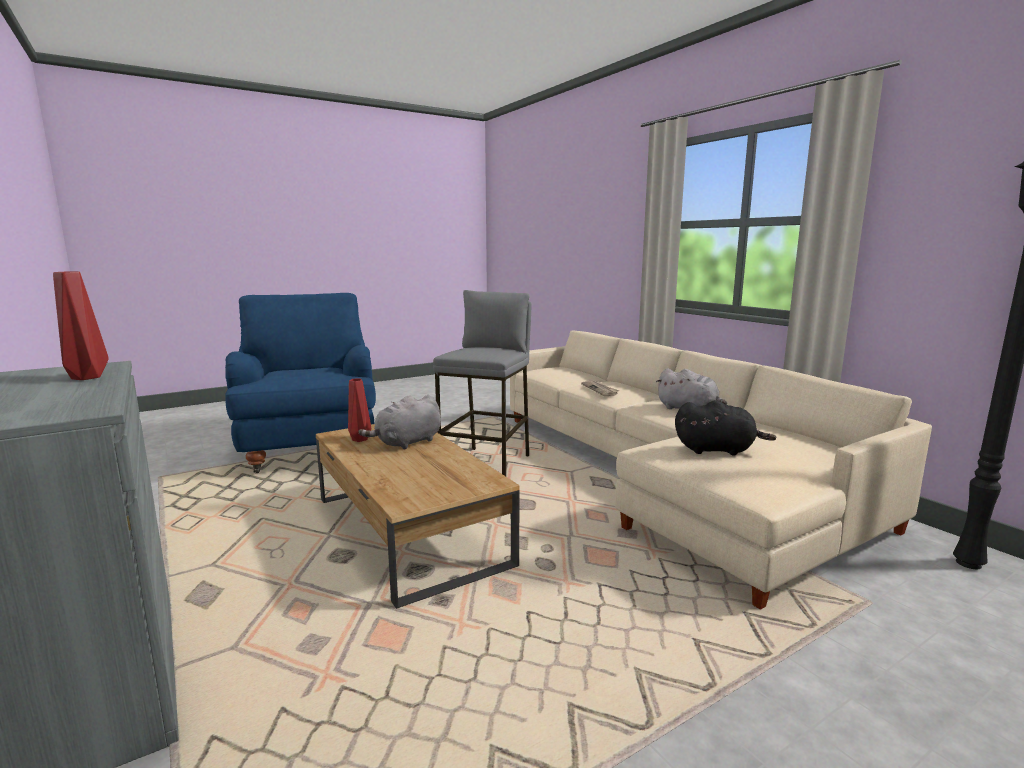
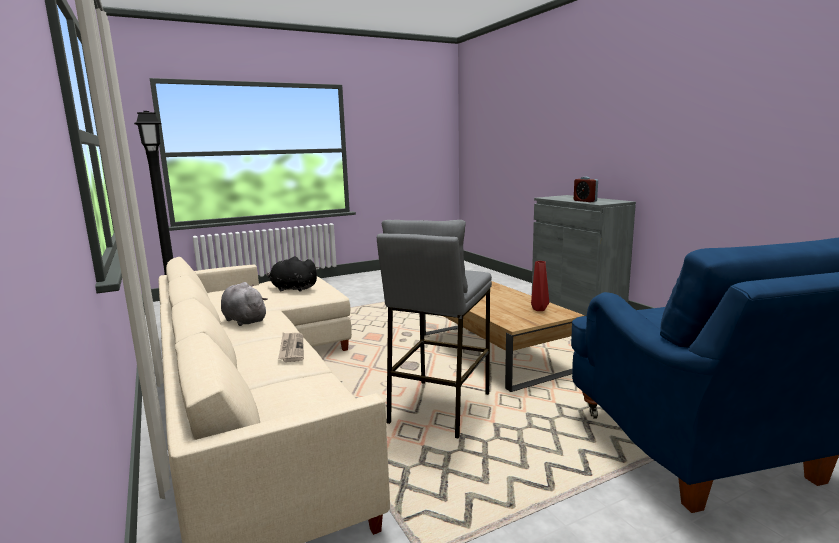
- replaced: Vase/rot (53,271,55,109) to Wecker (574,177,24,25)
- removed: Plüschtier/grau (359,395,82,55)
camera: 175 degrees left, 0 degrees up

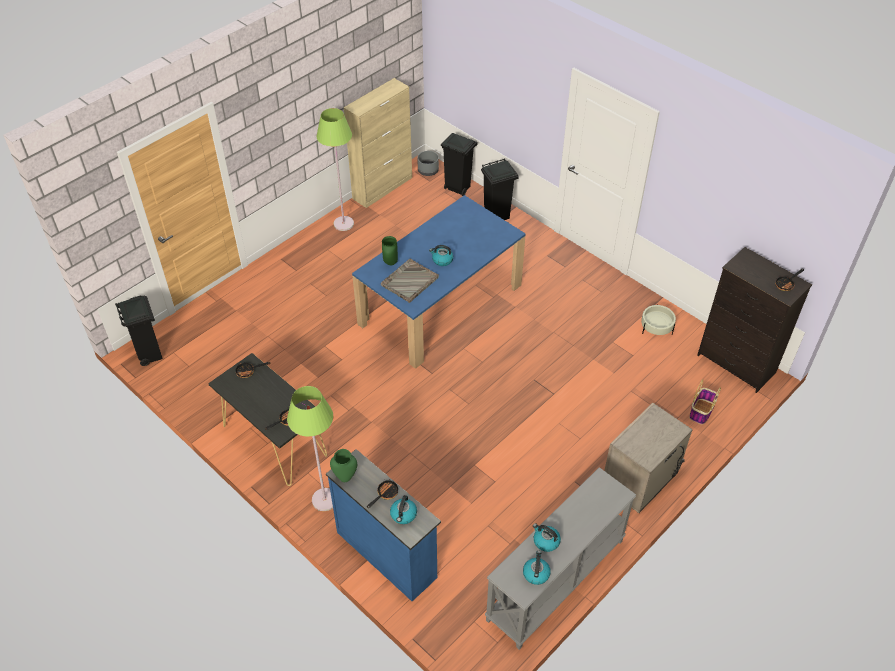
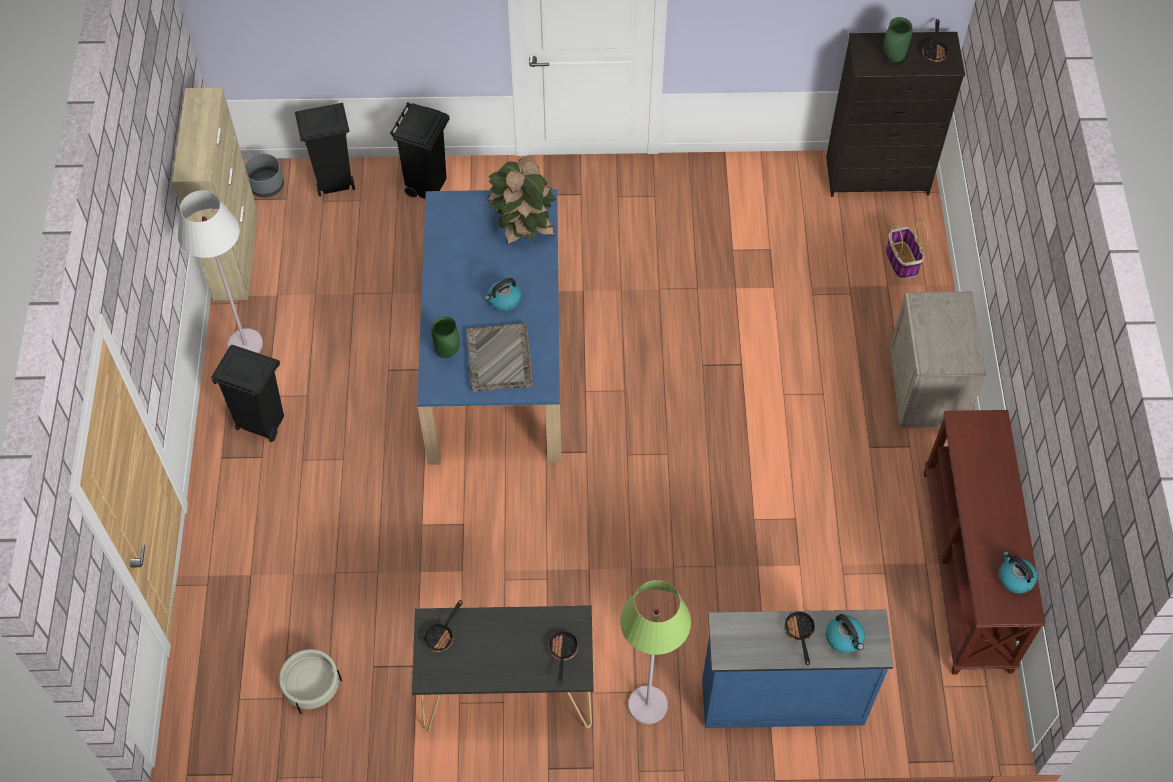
- recoloured: Stehlampe/grün (317,108,37,123) to Stehlampe/weiß (178,190,85,163)
- moved: Mülleimer/schwarz (115,295,47,71) to (211,345,73,97)
- moved: Pflanzkübel/beige (641,304,35,31) to (279,649,63,65)
- added: Topfpflanze (486,157,71,88)
- moved: Vase/grün (330,449,27,33) to (884,17,29,46)
- recoloured: Konsolentisch/grau (485,467,151,183) to Konsolentisch/braun (924,410,122,265)
- removed: Wasserkessel (533,524,28,28)
camera: 45 degrees left, 10 degrees up

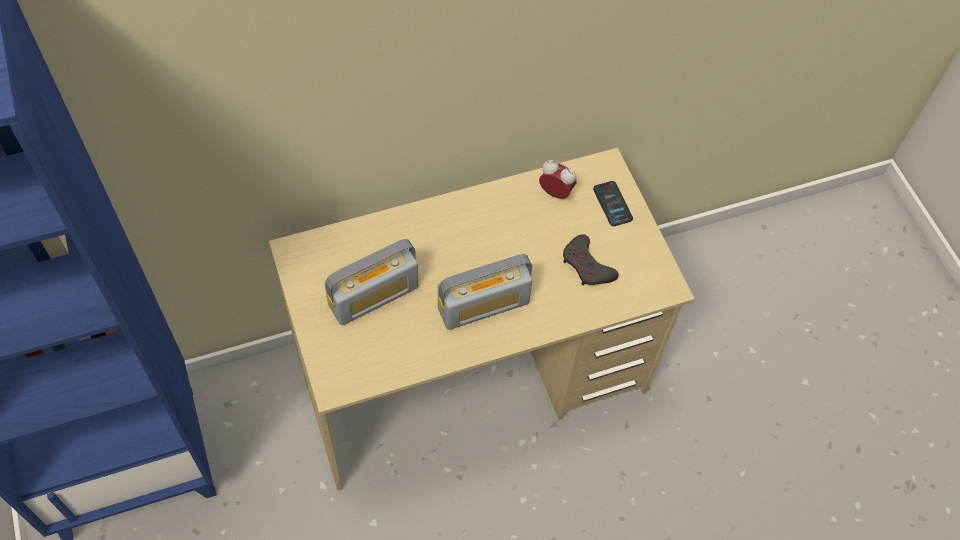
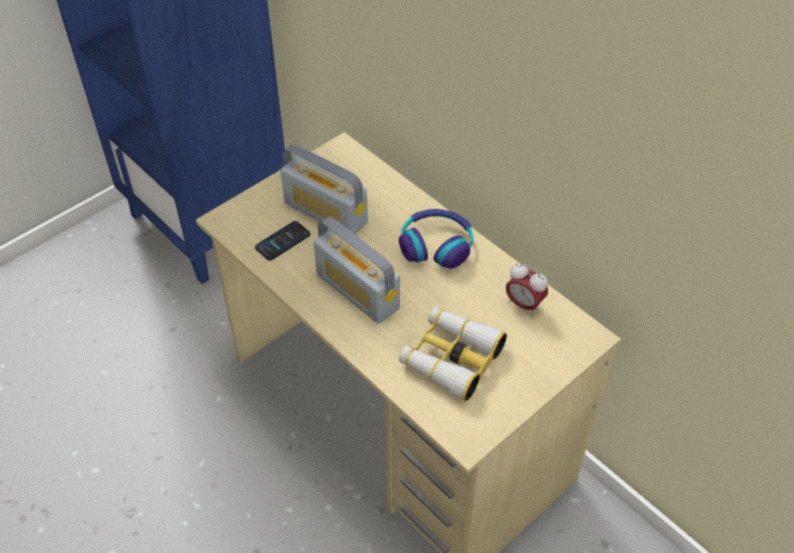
- moved: Handy (593,181,40,45) to (255,221,55,40)
- added: Kopfhörer (399,209,74,60)
- replaced: Gamepad/grau (563,234,56,51) to Fernglas (399,307,108,94)
- turned: Wecker (539,160,38,39) = (506,264,42,51) 120 degrees clockwise
camera: 70 degrees right, 10 degrees down

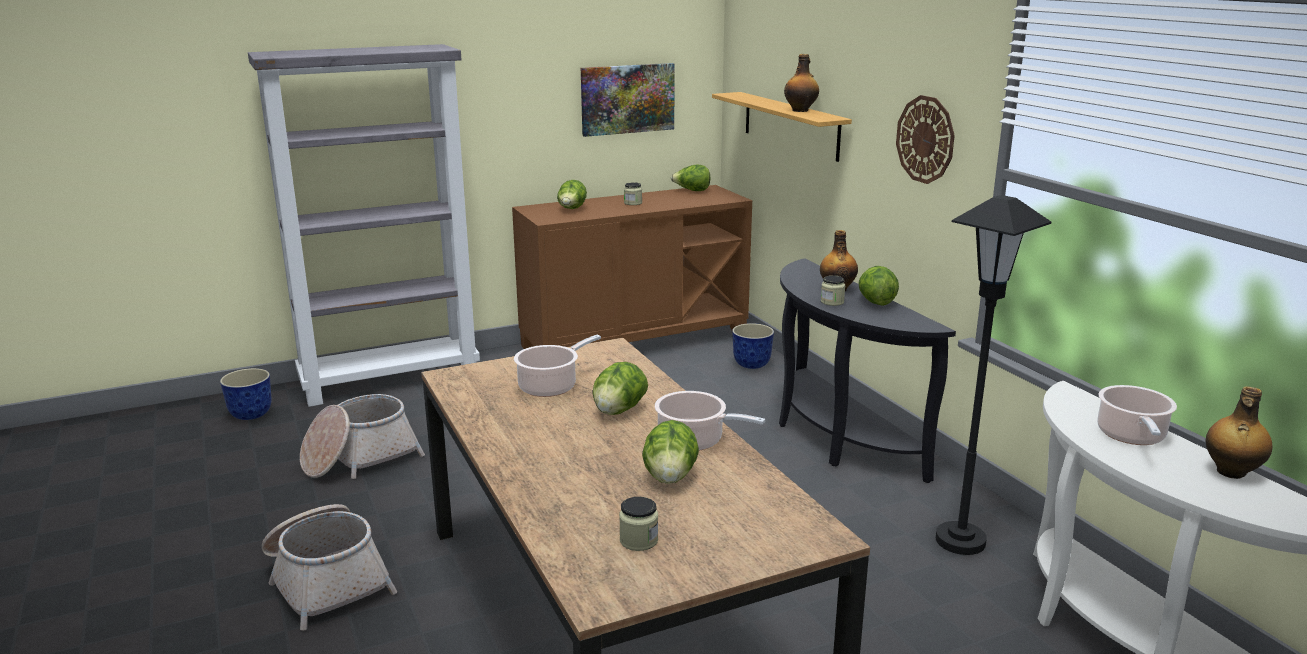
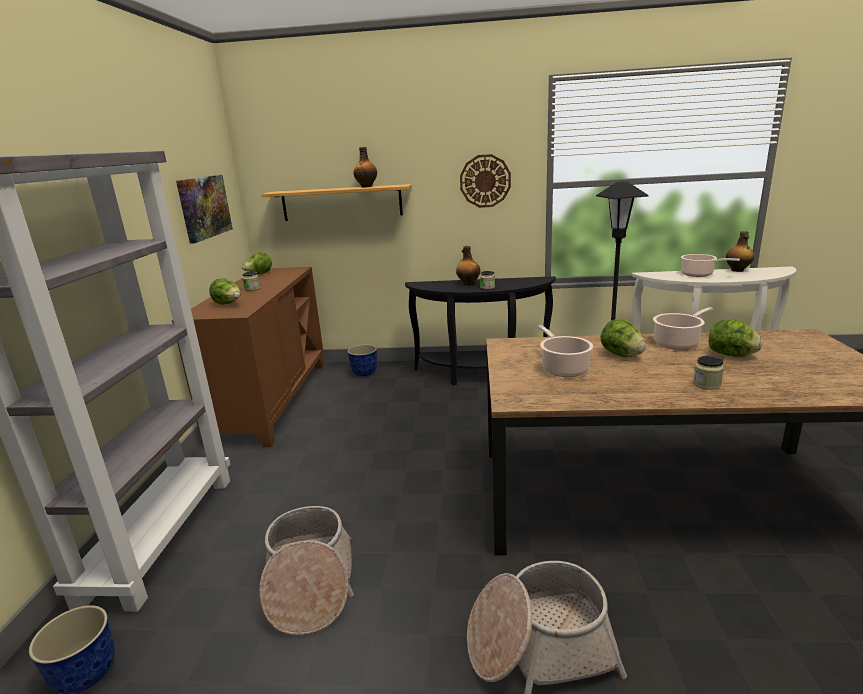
- moved: Vorratsglas (619,497,39,54) to (693,356,31,34)
- removed: Salatkopf (858,266,41,40)
camera: 60 degrees left, 0 degrees up

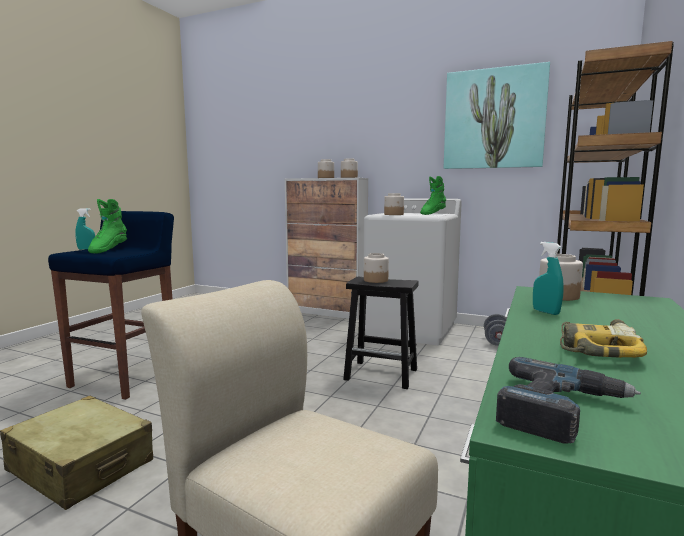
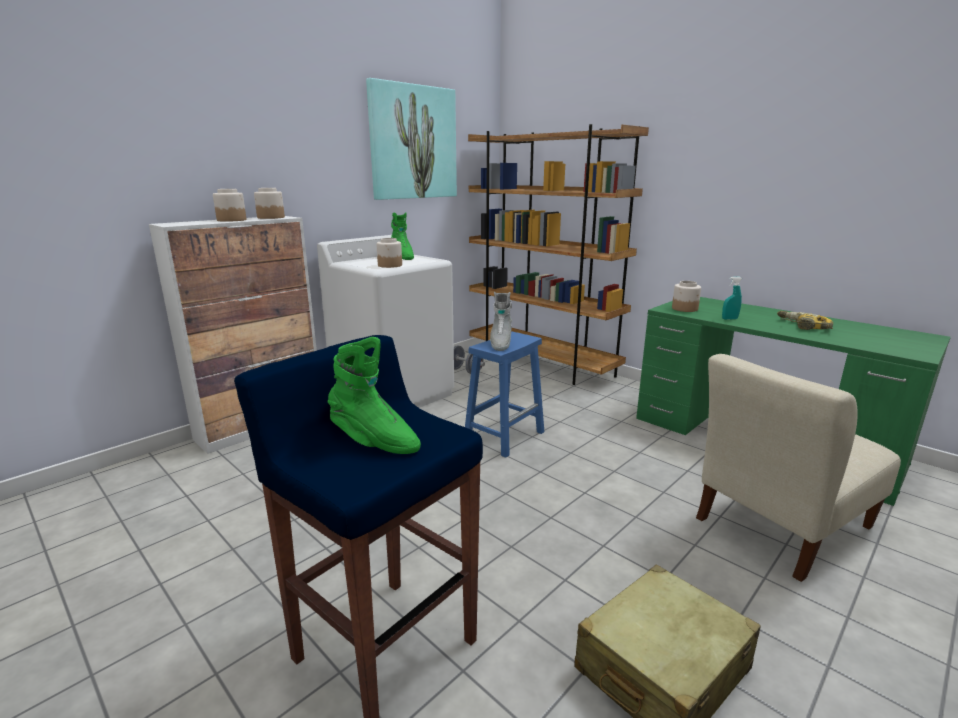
- recoloured: Hocker/schwarz (343,277,76,112) to Hocker/blau (465,331,79,127)
- replaced: Vorratsglas (364,253,25,30) to Stiefel/grau (490,291,22,60)
- removed: Sprühflasche/türkis (75,208,20,42)
- removed: Bohrmaschine (496,357,145,87)
camera: 70 degrees left, 10 degrees up

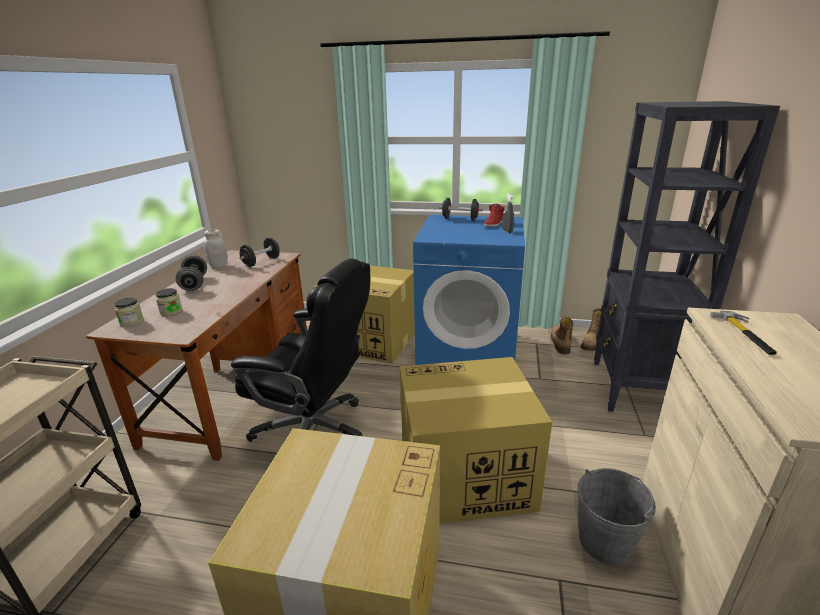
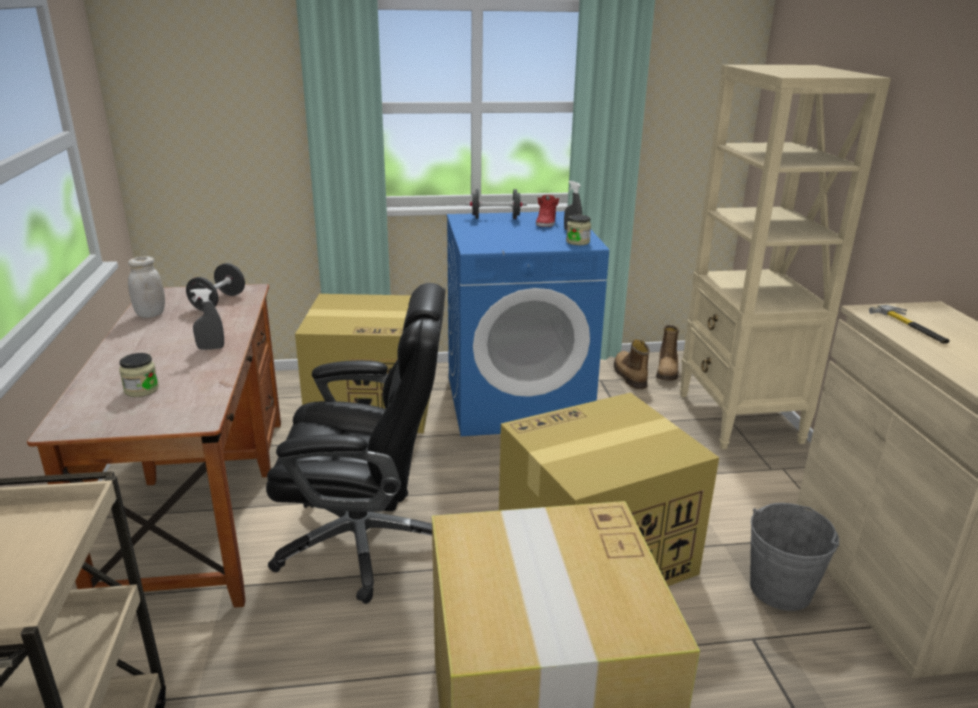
- added: Sprühflasche/grau (191,289,33,61)
- moved: Vorratsglas (115,298,29,29) to (566,215,25,30)
- recoloured: Bücherregal/schwarz (594,101,186,311) to Bücherregal/beige (680,65,211,384)
- removed: Hantel/grau (176,255,31,36)
camera: 20 degrees left, 0 degrees up

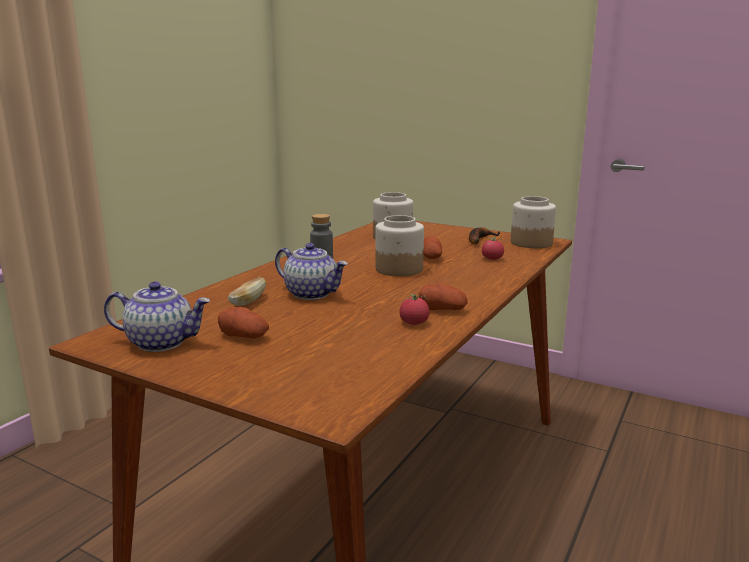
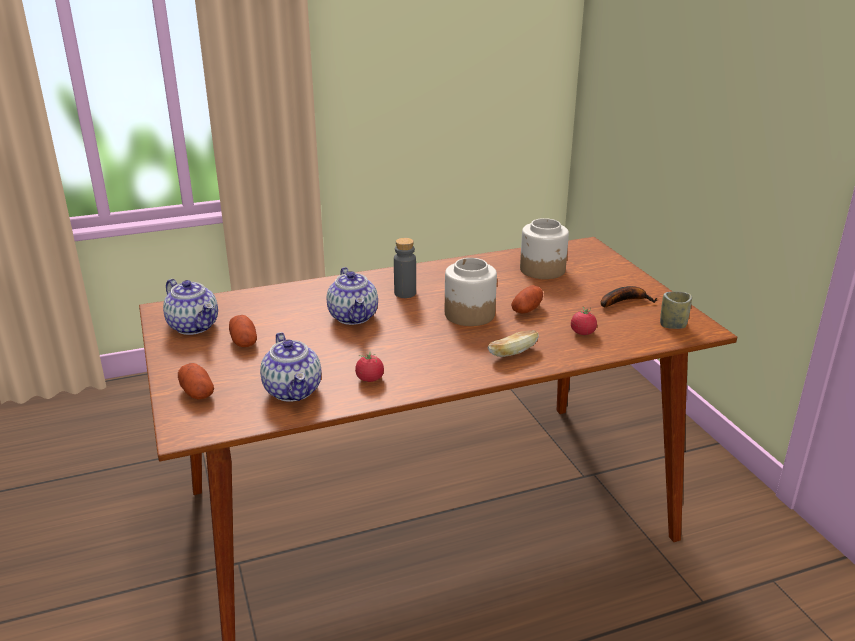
- moved: Kartoffel (419,283,49,27) to (178,363,36,37)
- added: Teekanne (260,332,61,70)
- moved: Brot (228,277,38,29) to (488,330,51,27)
- replaced: Vorratsglas (511,196,45,52) to Tasse (660,292,32,37)
camera: 40 degrees right, 10 degrees up

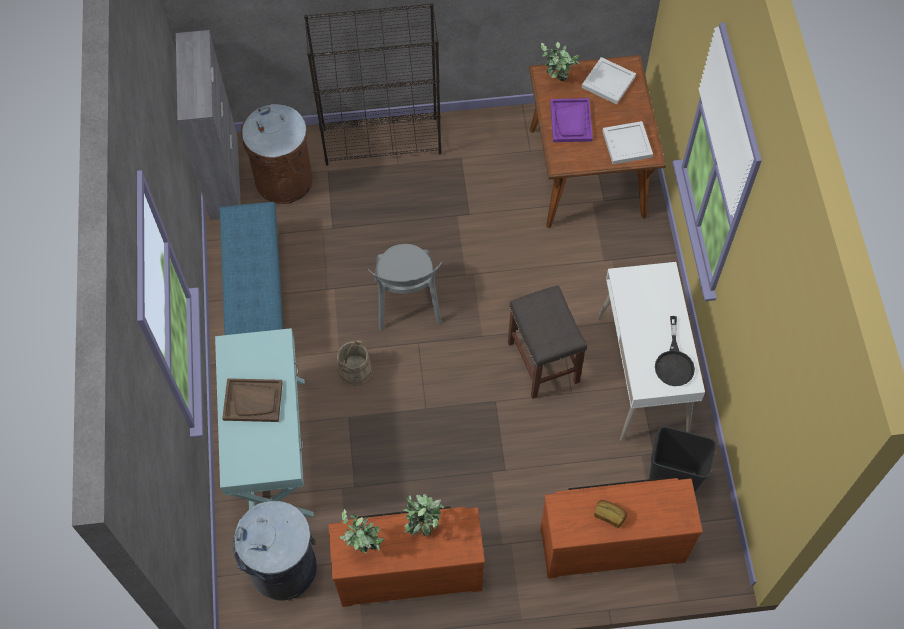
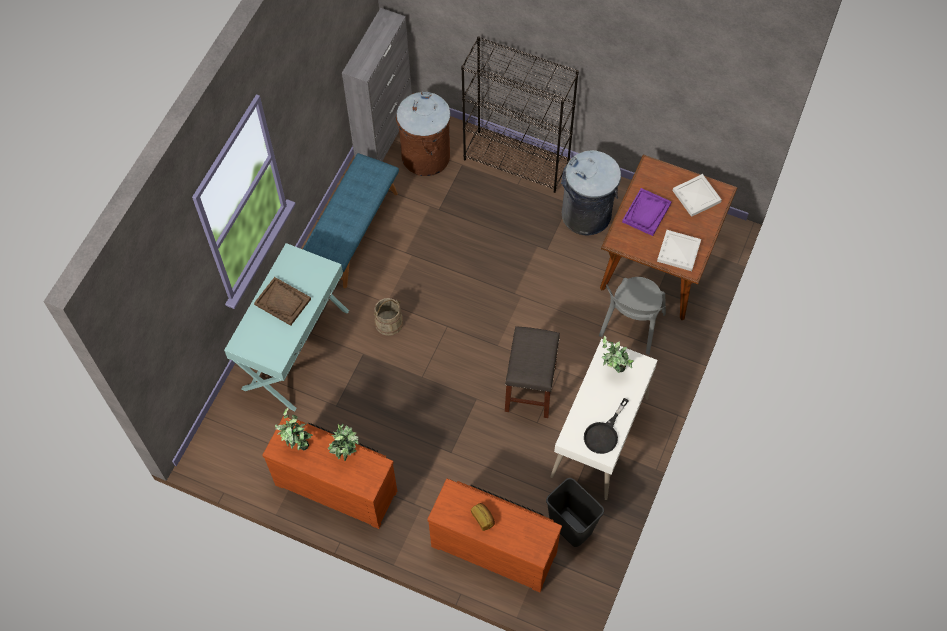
- moved: Mülleimer/grau (233,501,84,100) to (561,150,60,85)
- moved: Stuhl/grau (368,244,74,86) to (599,277,67,78)
- moved: Topfpflanze (541,42,39,39) to (602,336,32,37)
camera: 30 degrees right, 0 degrees up

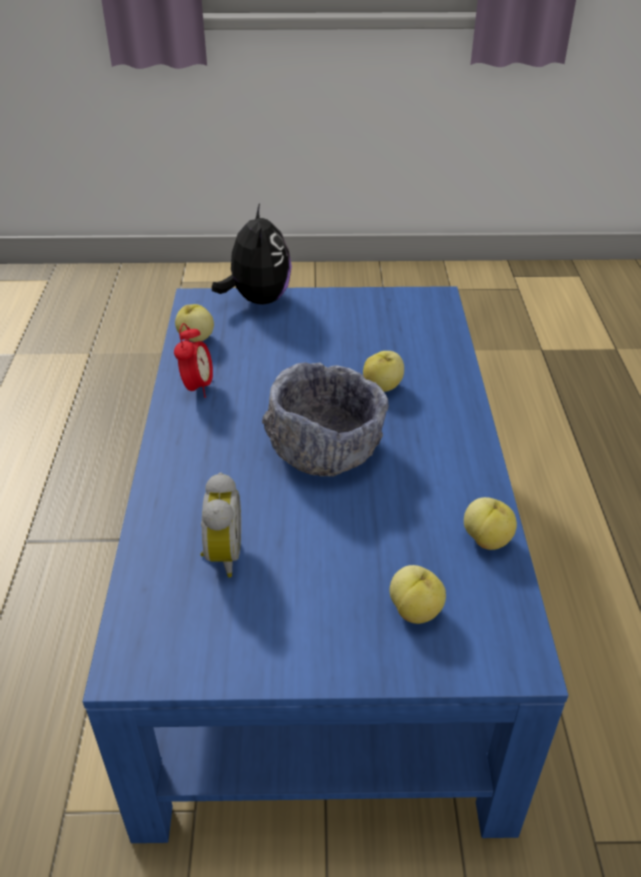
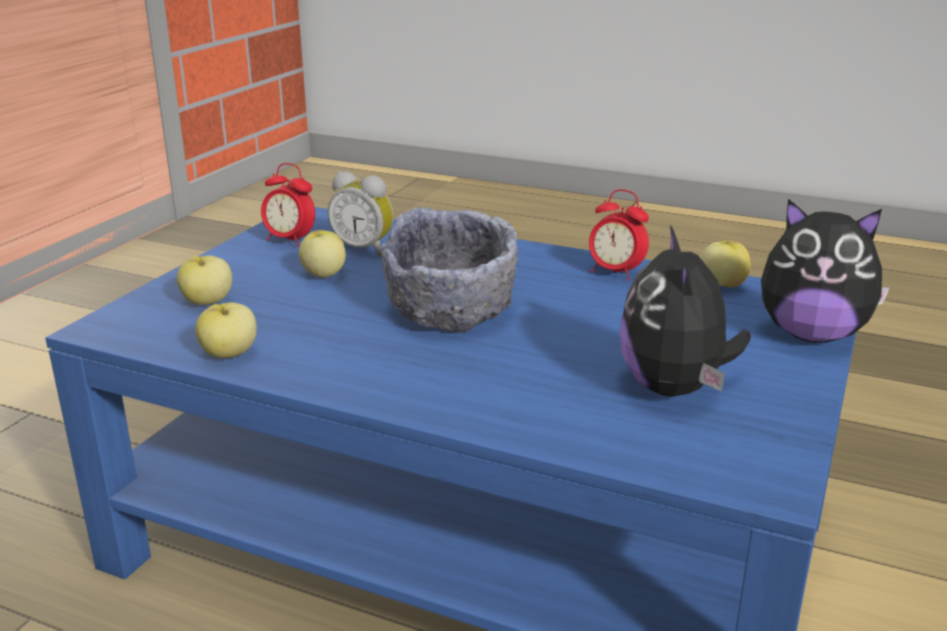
- added: Wecker (261,163,54,84)
- moved: Apfel (363,351,41,41) to (299,230,47,48)
- added: Plüschtier (619,225,132,171)
camera: 115 degrees right, 15 degrees down

